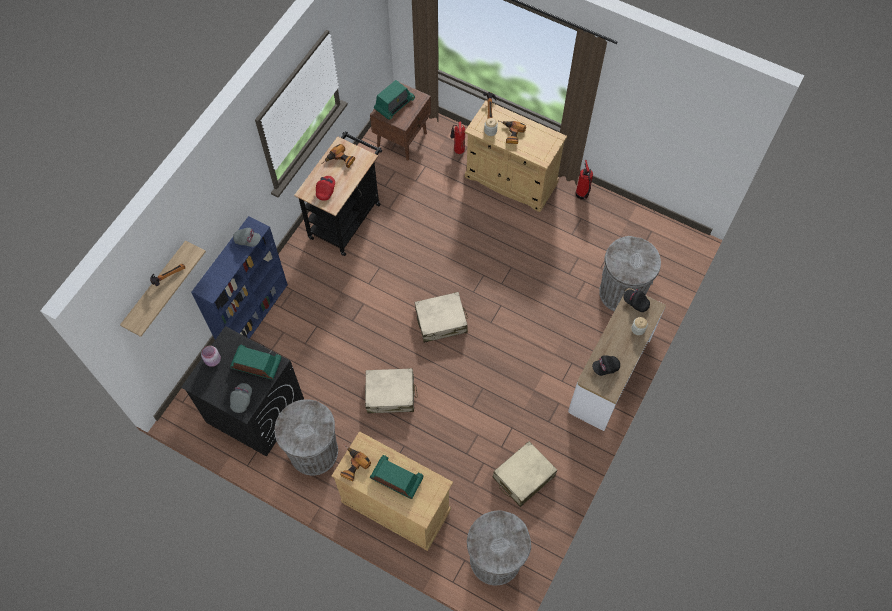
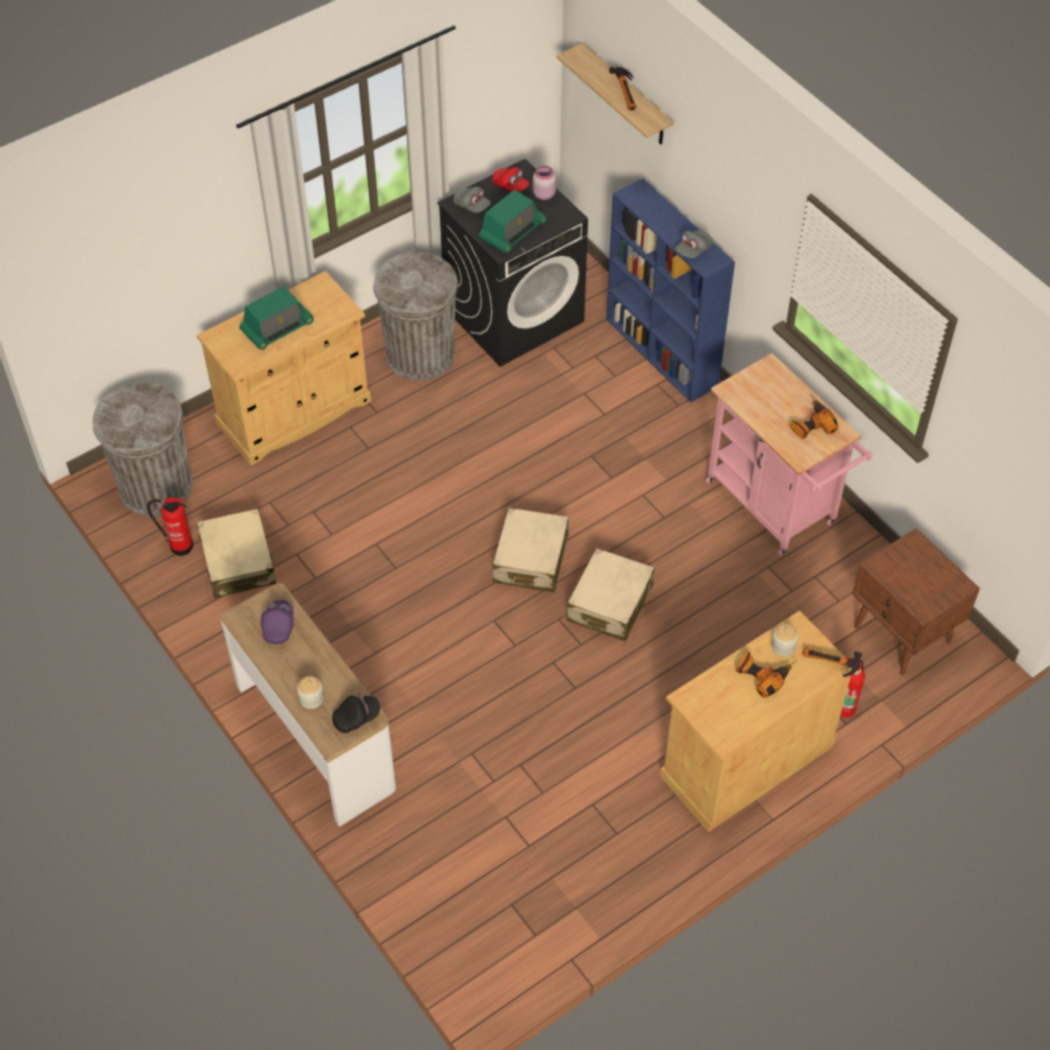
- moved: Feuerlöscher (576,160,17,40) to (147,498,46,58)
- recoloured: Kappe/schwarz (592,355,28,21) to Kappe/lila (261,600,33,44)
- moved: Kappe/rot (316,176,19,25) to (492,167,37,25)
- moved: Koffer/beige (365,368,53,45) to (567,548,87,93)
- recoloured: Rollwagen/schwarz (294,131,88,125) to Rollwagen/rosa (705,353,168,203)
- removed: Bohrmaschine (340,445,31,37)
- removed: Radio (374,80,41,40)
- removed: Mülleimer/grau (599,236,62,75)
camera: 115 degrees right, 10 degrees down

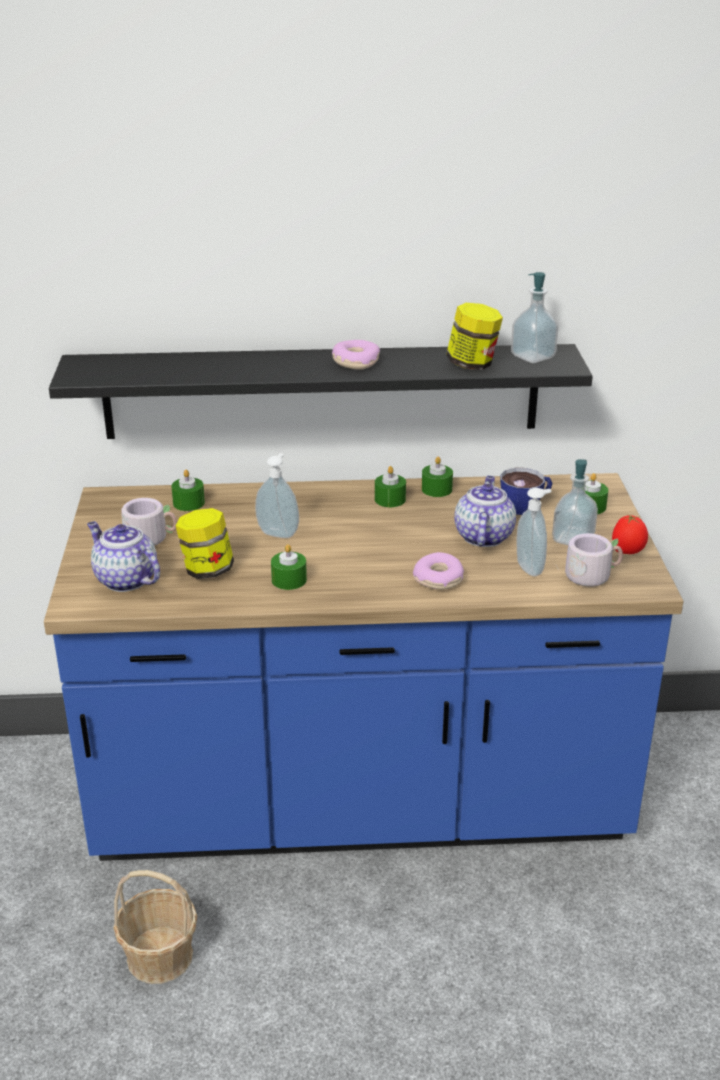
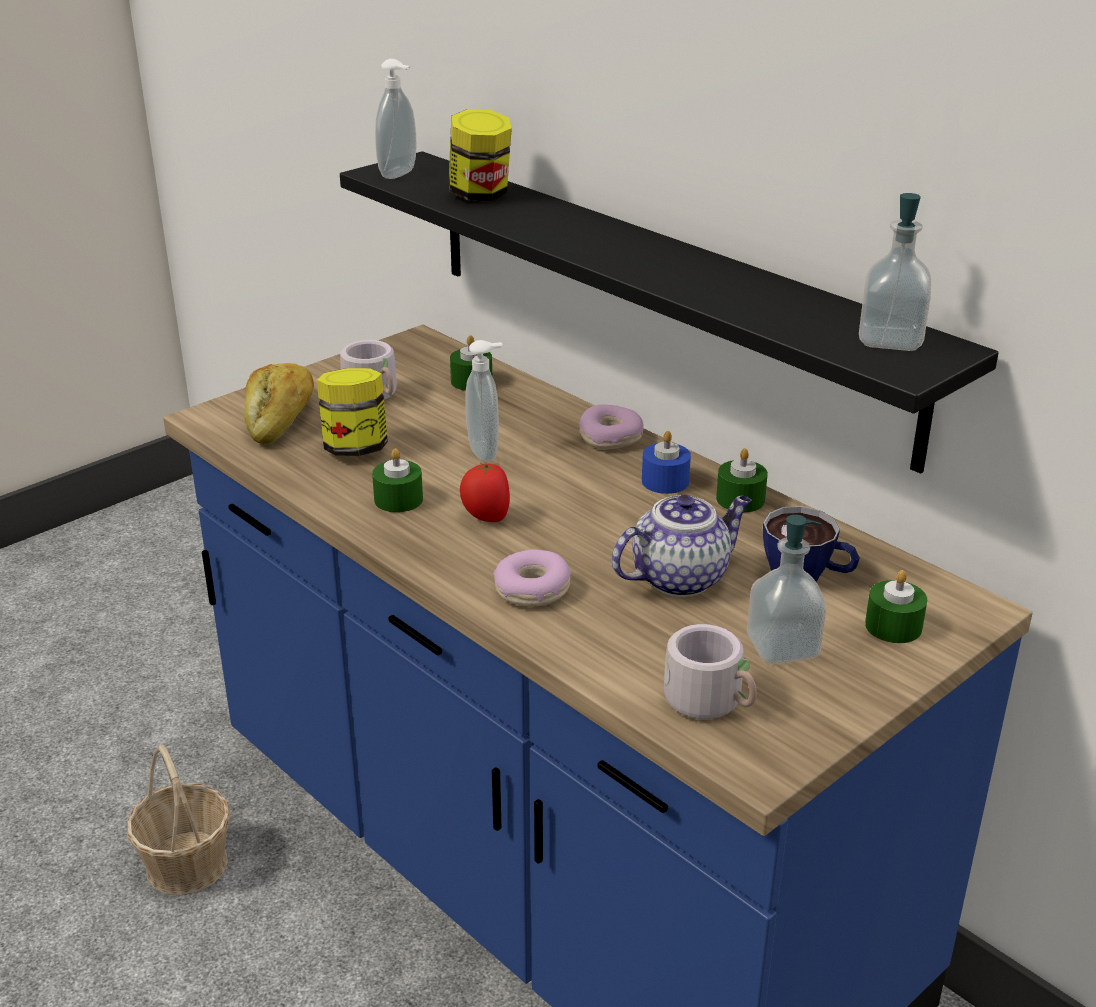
- replaced: Teekanne (87,521,73,71) to Brot (244,363,70,81)
- moved: Seifenspender (517,488,35,88) to (375,59,42,120)
- moved: Vorratsglas (446,303,57,67) to (449,109,63,92)
- moved: Tomate (612,514,36,40) to (460,462,50,60)
- moved: Donut (332,340,48,30) to (578,404,66,45)
- recoloured: Kerze/grün (375,466,31,41) to Kerze/blau (642,431,49,63)
camera: 50 degrees right, 0 degrees up

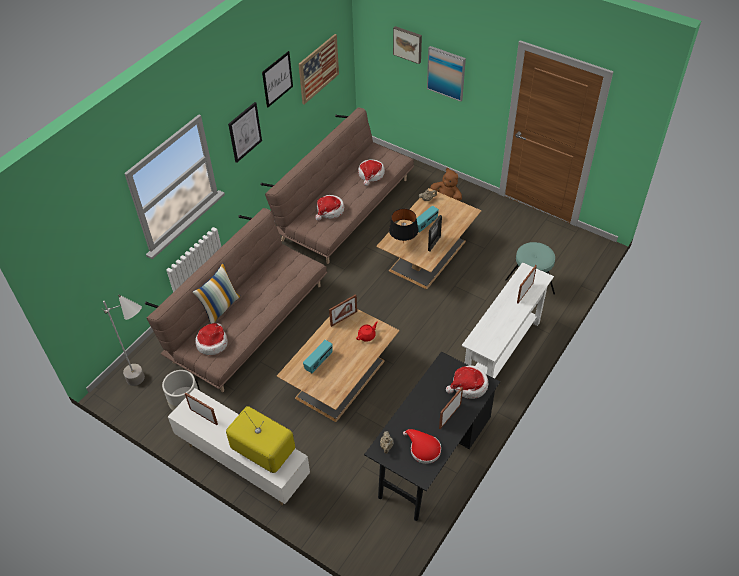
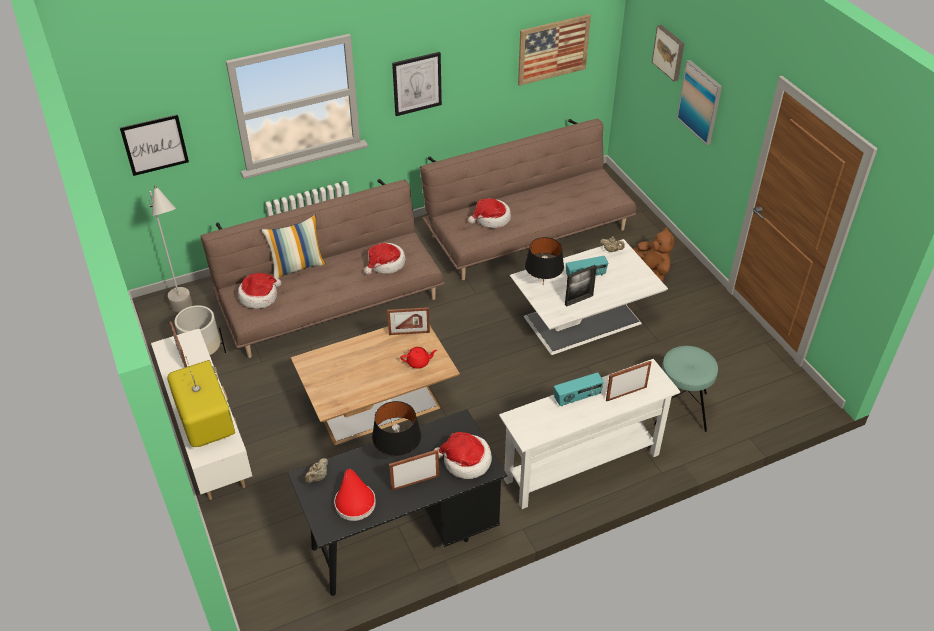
- moved: Bild (262,51,31,57) to (120,114,69,62)
- moved: Hut (358,159,27,27) to (364,243,42,32)
- added: Tischlampe/schwarz (372,401,49,56)
- recoloured: Couchtisch/braun (376,188,106,101) to Couchtisch/weiß (510,239,158,116)
- moved: Radio (303,340,30,33) to (554,372,50,34)
camera: 30 degrees right, 5 degrees down

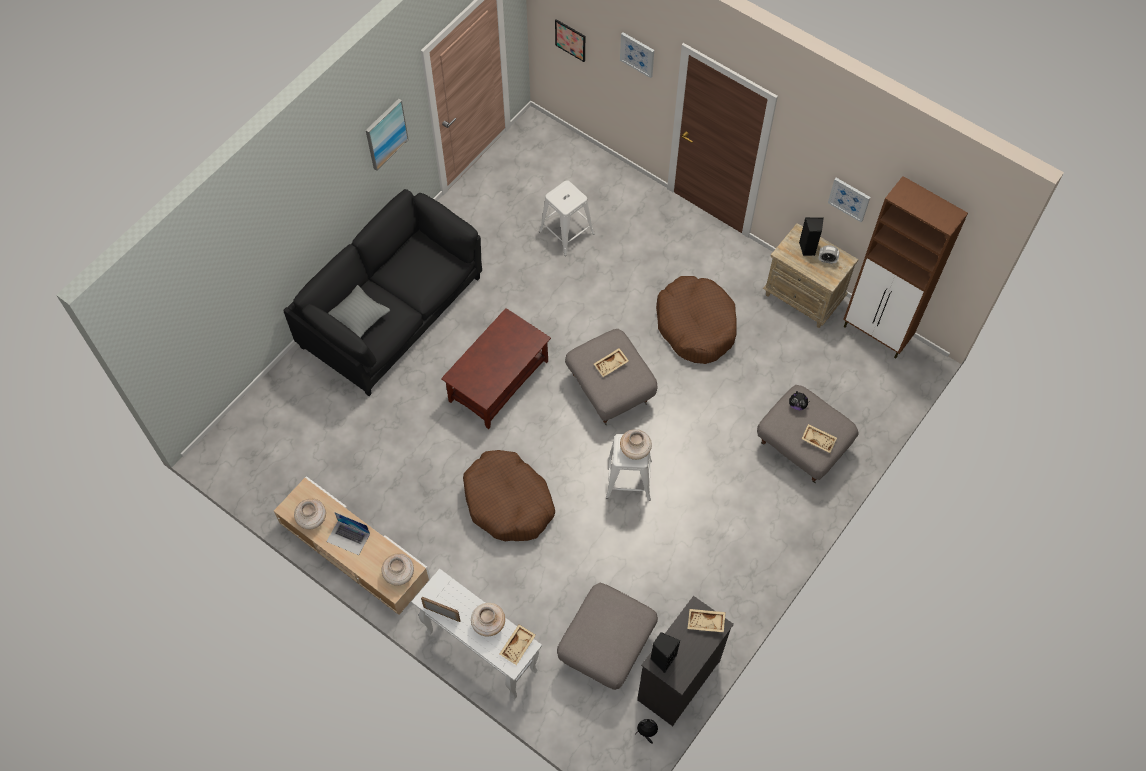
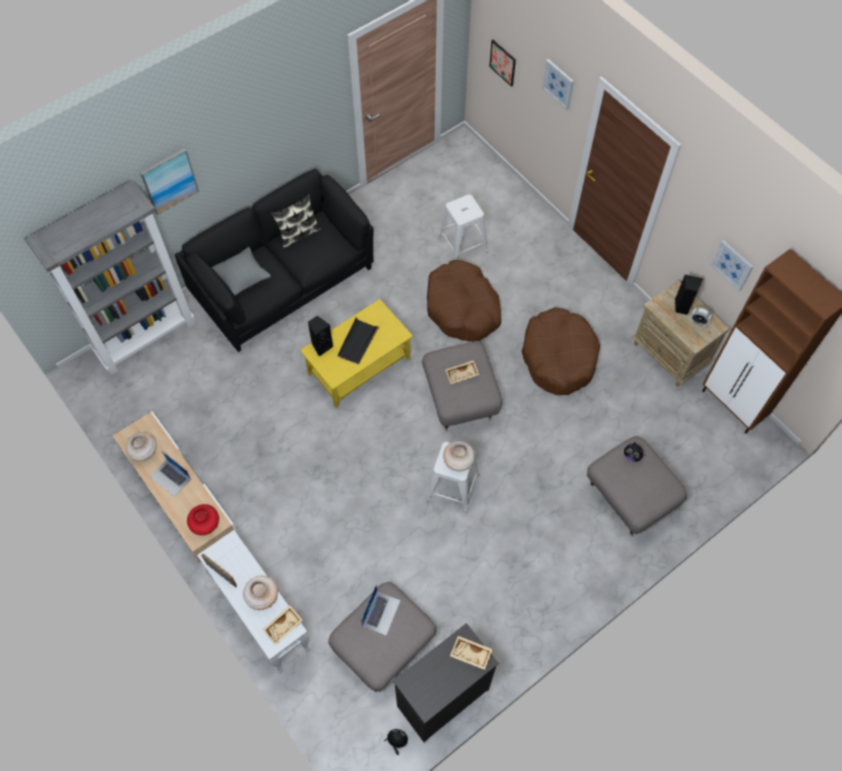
- added: Bücherregal/grau (25,180,170,195)
- moved: Bild (366,99,43,72) to (140,148,59,67)
- recoloured: Vase/beige (381,554,33,32) to Vase/rot (187,504,32,31)
- added: Kissen (271,194,50,55)
- recoloured: Couchtisch/braun (441,308,110,121) to Couchtisch/gelb (300,299,113,109)
- moved: Lautsprecher/schwarz (650,632,30,41) to (308,316,25,41)
- added: Tablett/schwarz (337,318,43,47)
- added: Laptop (361,585,40,50)
- moved: Hundebett/braun (463,450,92,91) to (427,260,74,82)
- removed: Tablett/beige (801,424,36,29)
camera: 15 degrees right, 0 degrees up

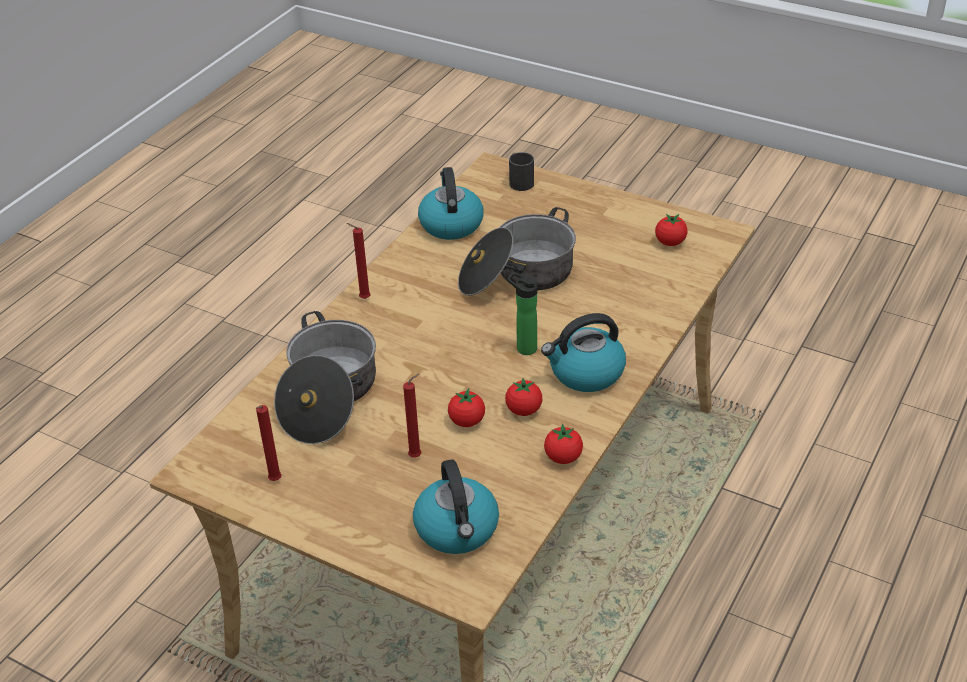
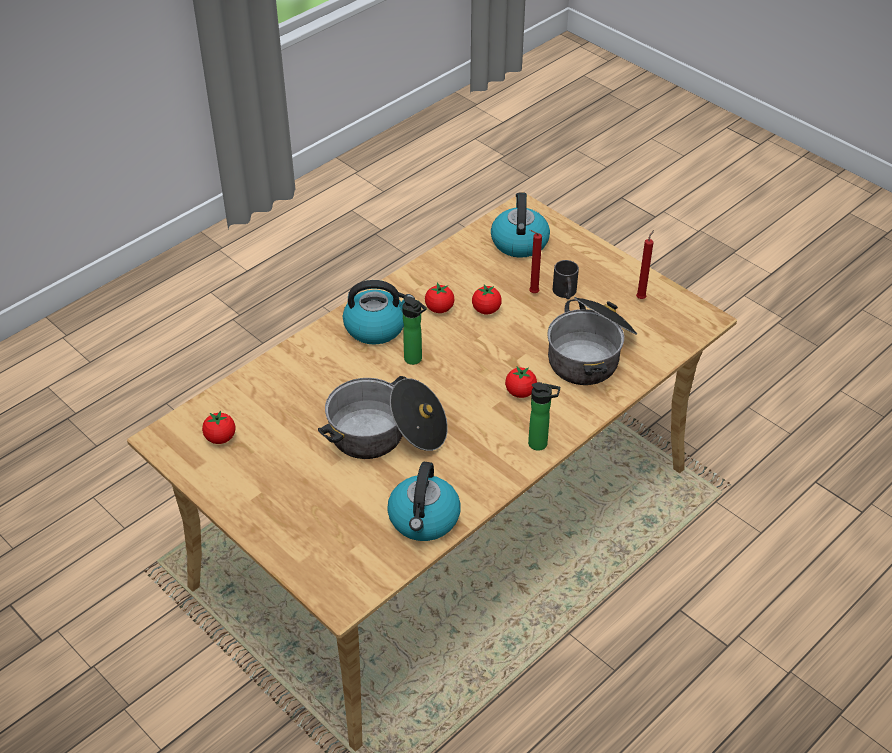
- moved: Tomate (544,424,39,40) to (505,366,32,32)
- replaced: Kerze/rot (347,223,24,76) to Flasche (528,382,32,69)
- moved: Henkelbecher/schwarz (509,152,25,39) to (553,260,26,39)
camera: 165 degrees left, 5 degrees up

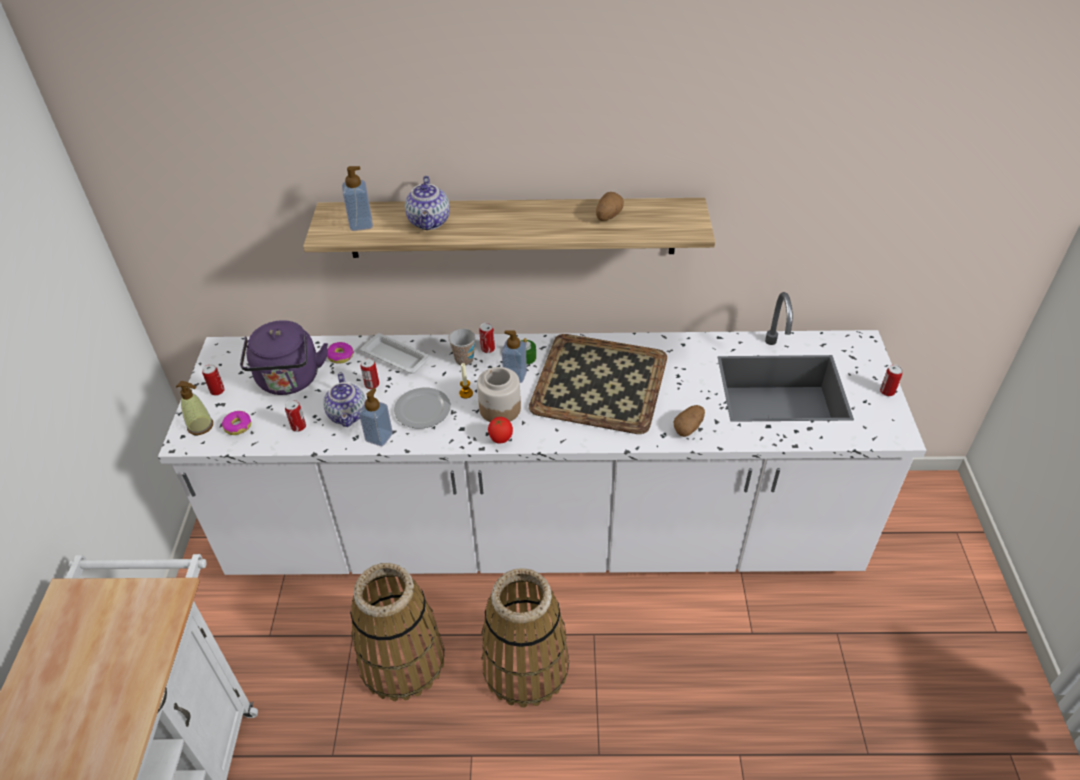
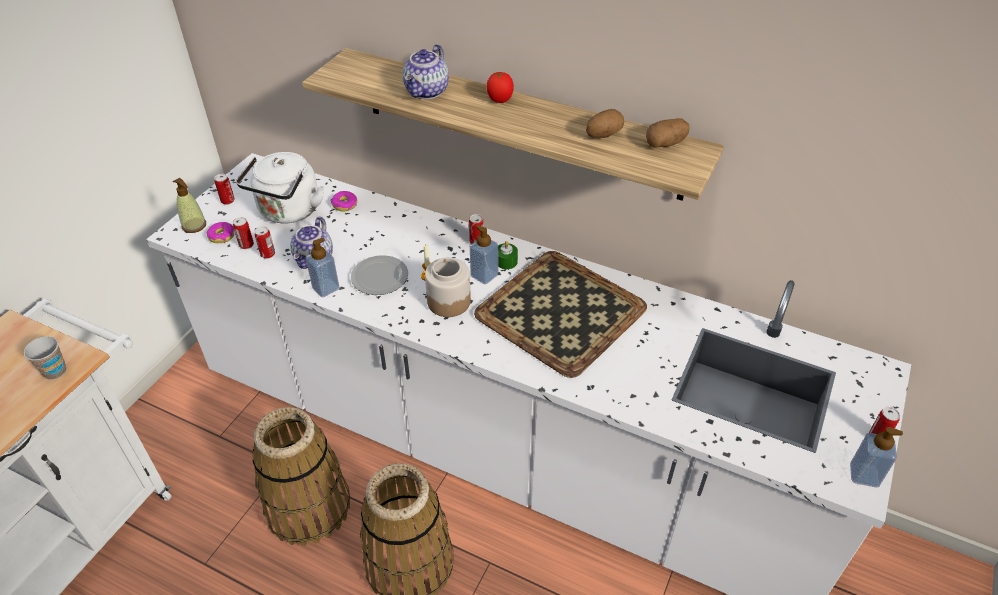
- moved: Tasse (448,328,27,38) to (24,336,42,44)
- moved: Dose (361,358,18,31) to (233,217,21,32)
- recoloured: Wasserkessel/lila (240,320,88,75) to Wasserkessel/weiß (236,152,88,72)
- moved: Tomate (488,417,25,27) to (486,72,28,31)
- moved: Kartoffel (674,405,31,32) to (646,118,44,29)
- moved: Seifenspender (342,166,31,65) to (850,427,53,60)
- removed: Tablett/weiß (361,333,69,41)
camera: 25 degrees right, 0 degrees up

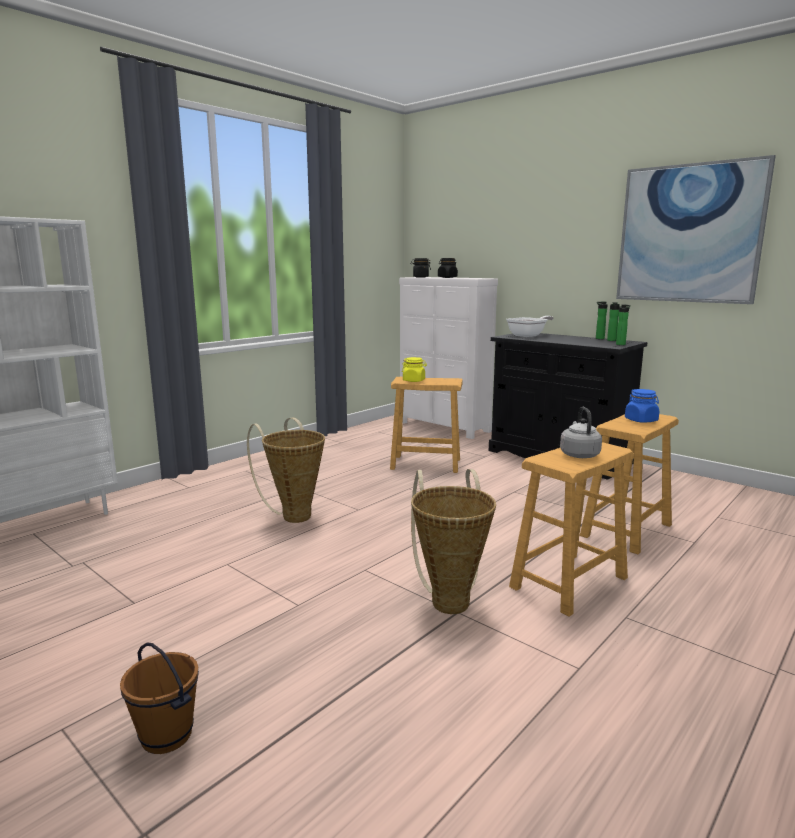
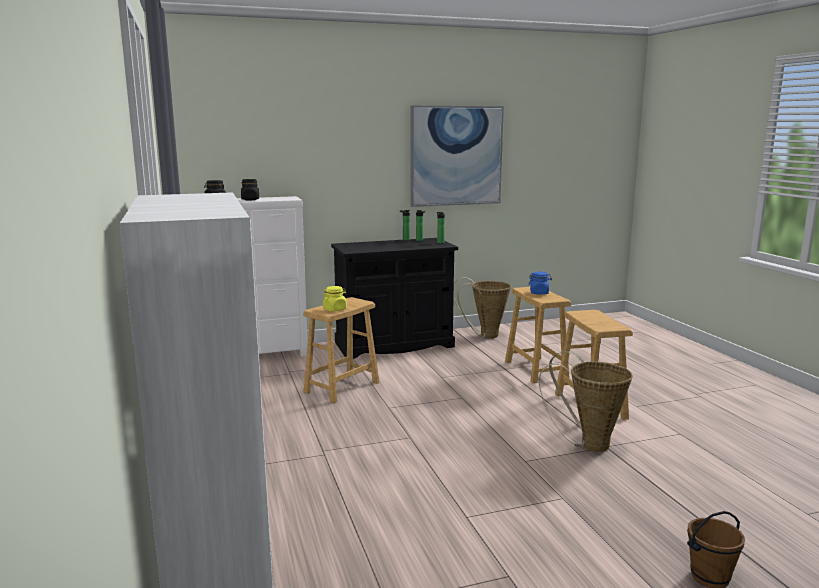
- moved: Korb (247,418,78,105) to (454,277,57,61)
- removed: Pfanne (506,316,47,21)
- removed: Wasserkessel/grau (560,407,42,51)
camera: 60 degrees left, 0 degrees up

